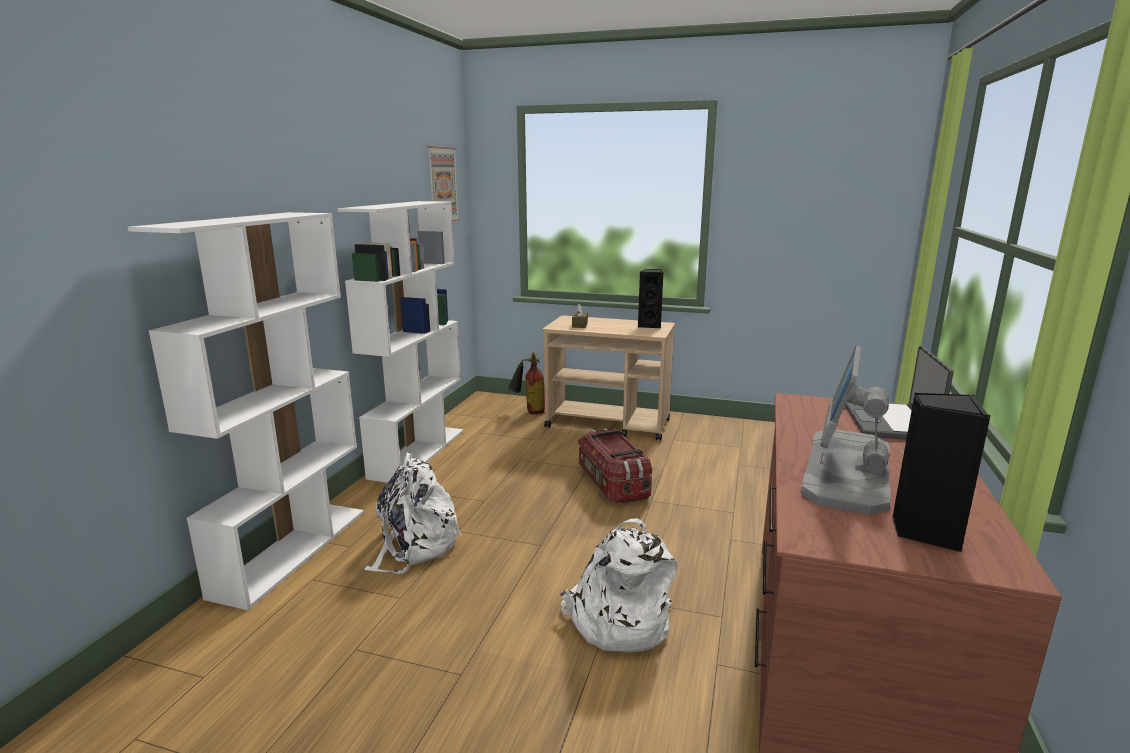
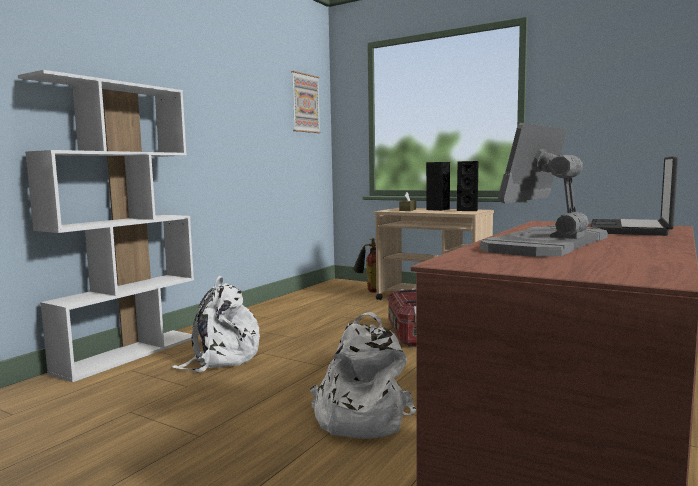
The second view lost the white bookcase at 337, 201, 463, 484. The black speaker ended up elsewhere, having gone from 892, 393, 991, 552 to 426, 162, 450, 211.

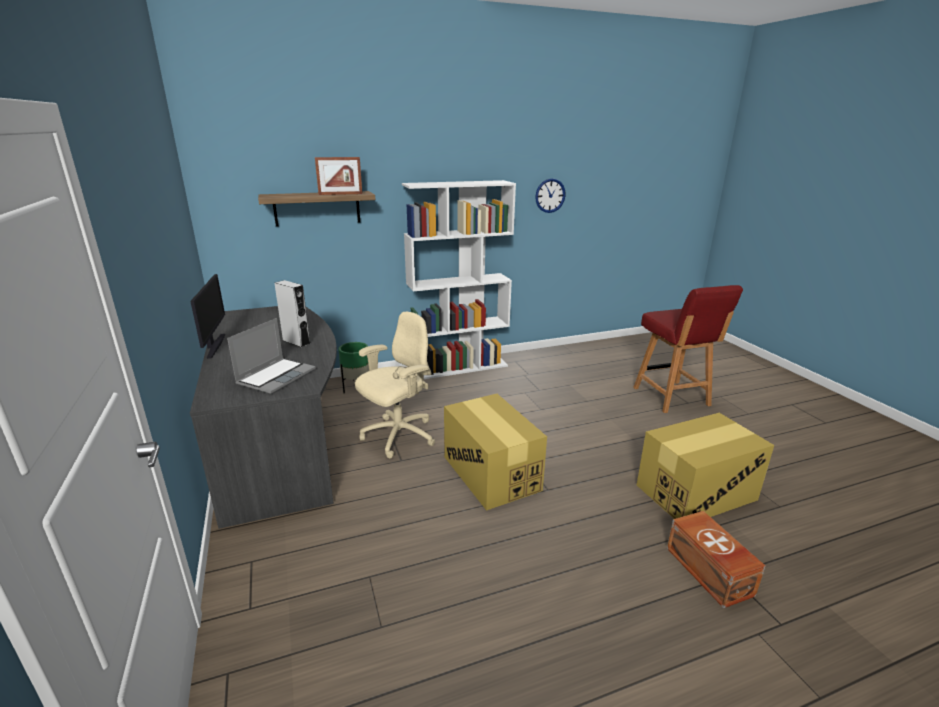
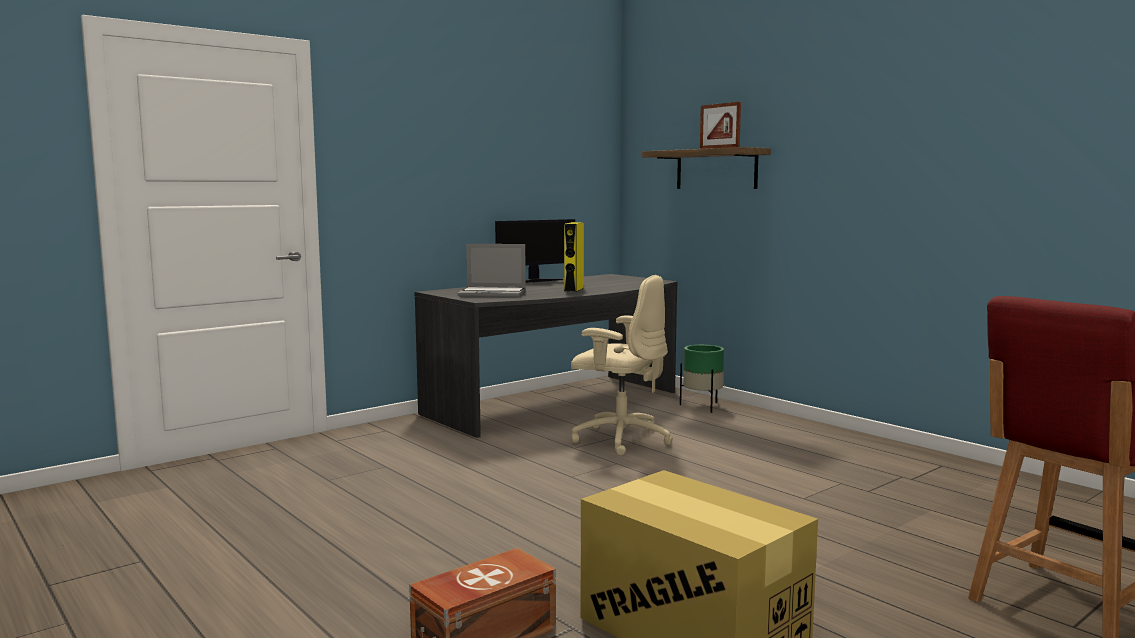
The second view lost the wall clock at 535, 178, 566, 213. The second view lost the white bookcase at 402, 180, 516, 379. What was the grey speaker at 274, 280, 310, 348 turned into the yellow speaker at 564, 222, 584, 292. The second view lost the cardboard box at 444, 394, 547, 511.

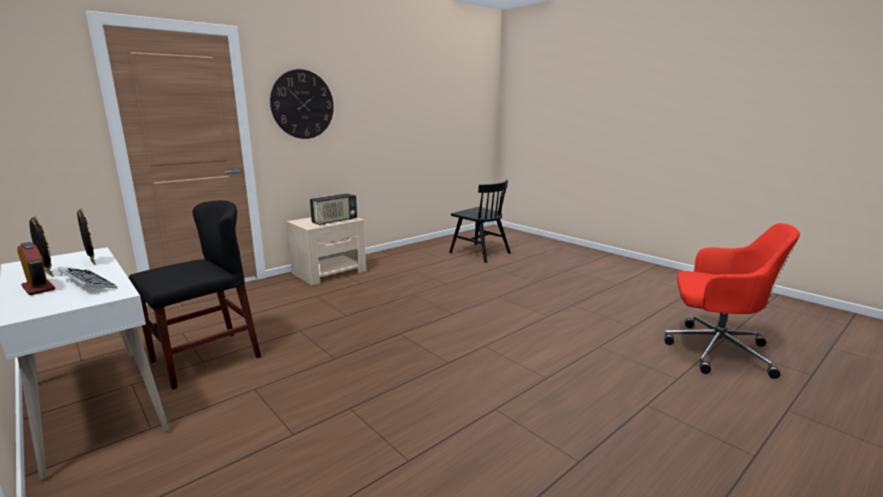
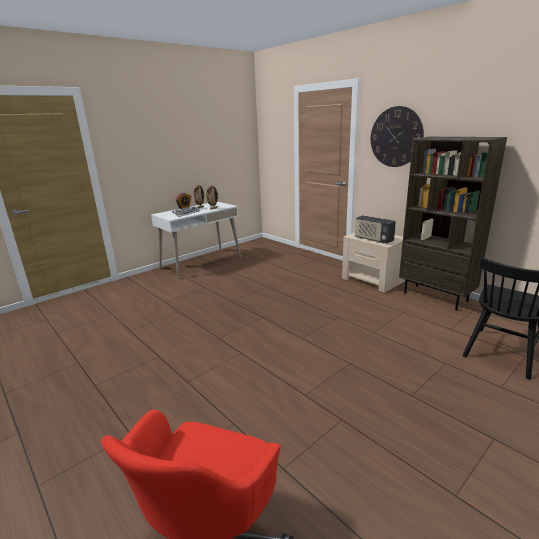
The second view lost the black chair at 129, 200, 261, 390. The second view gained the brown bookcase at 399, 137, 507, 310.

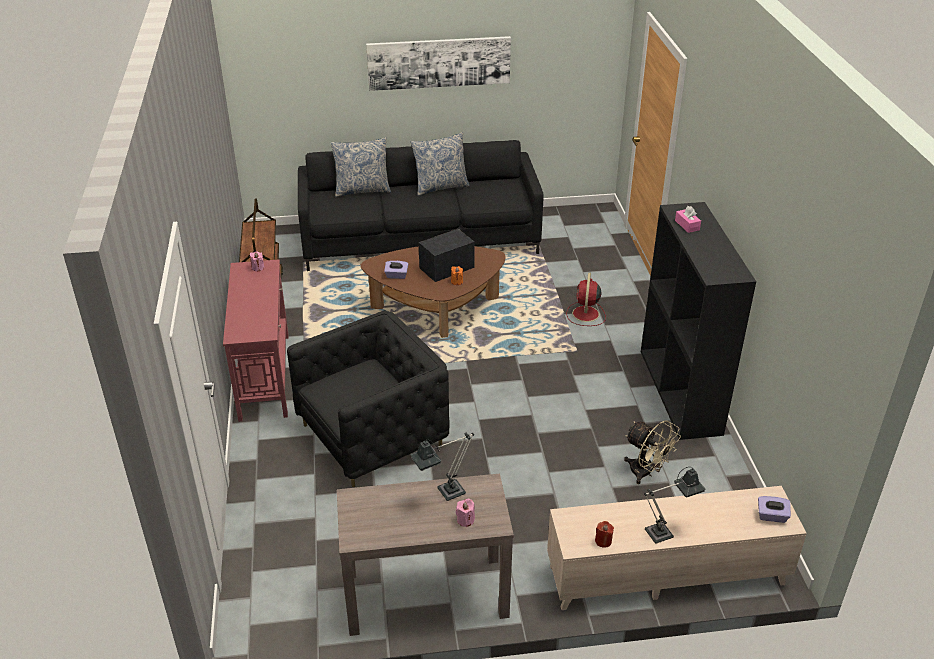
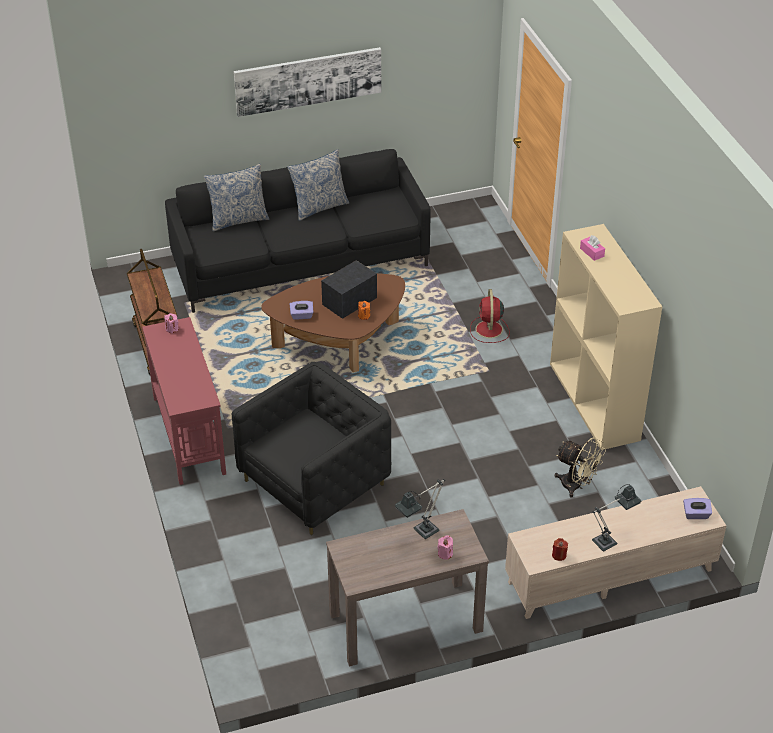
What was the black bookcase at 641, 202, 756, 440 turned into the beige bookcase at 550, 224, 662, 450.

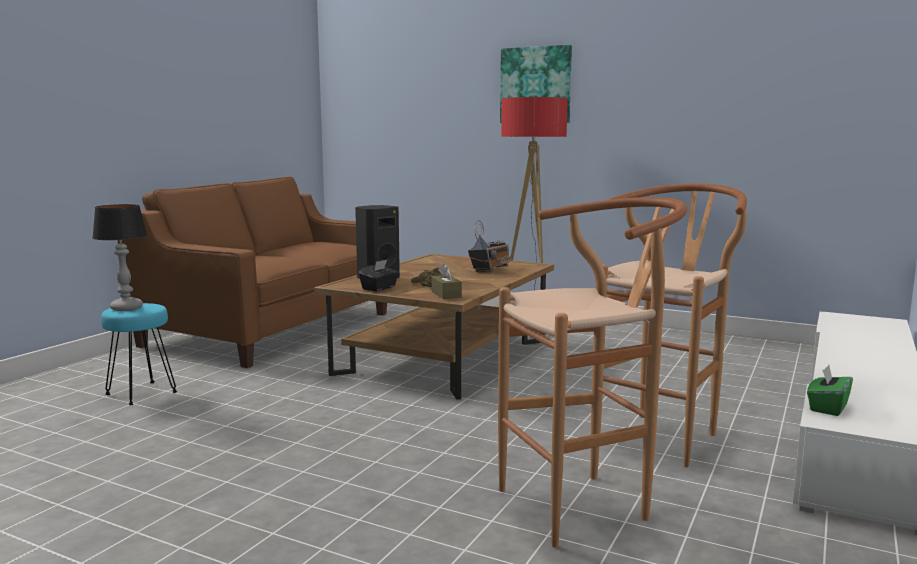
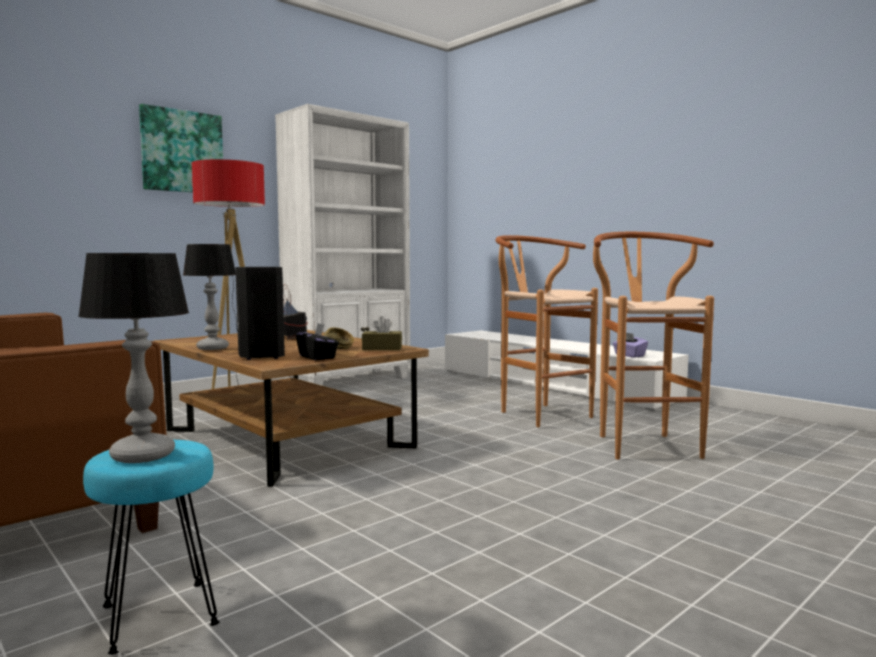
What was the green tissue box at 807, 365, 853, 416 turned into the purple tissue box at 613, 333, 648, 358. The second view gained the white bookcase at 275, 104, 410, 386. The second view gained the table lamp at 183, 244, 236, 350.

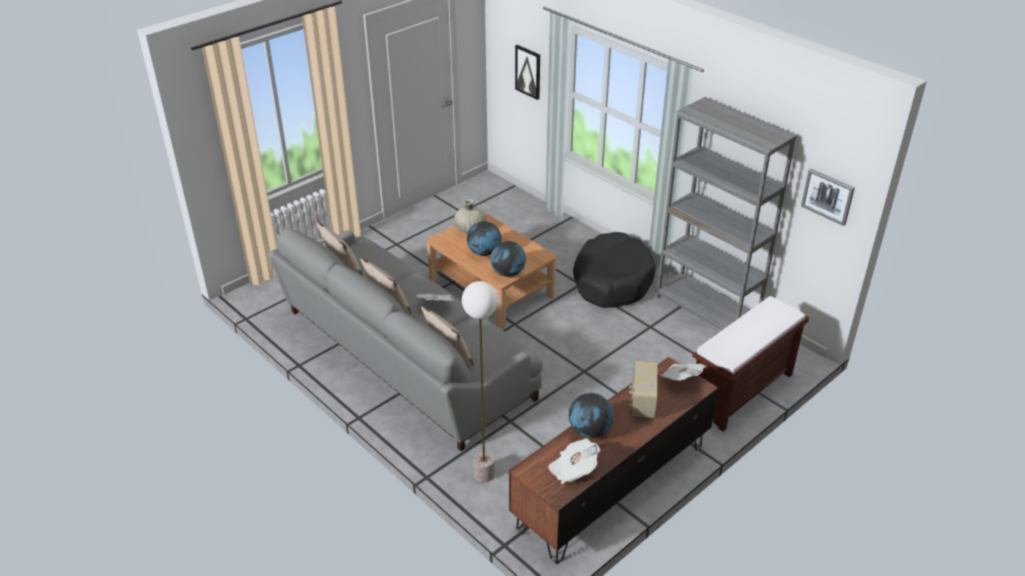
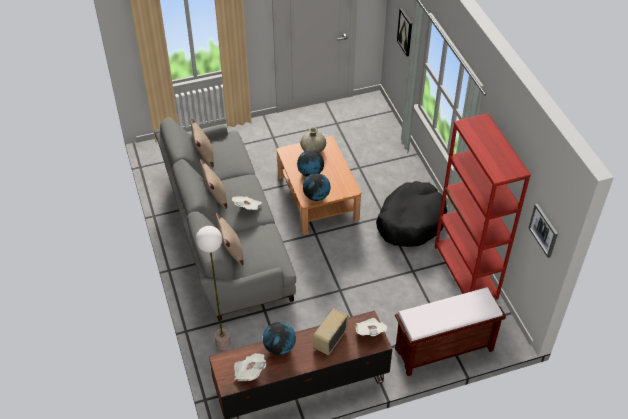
What was the grey bookcase at 656, 97, 797, 330 turned into the red bookcase at 435, 113, 531, 300.

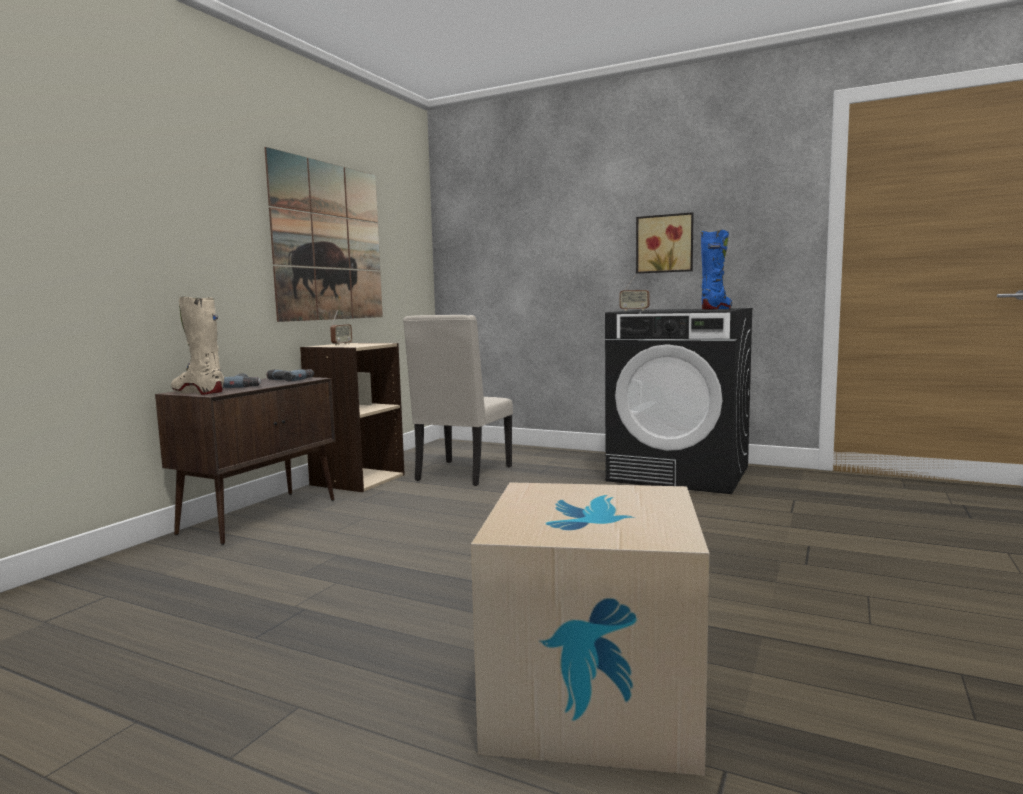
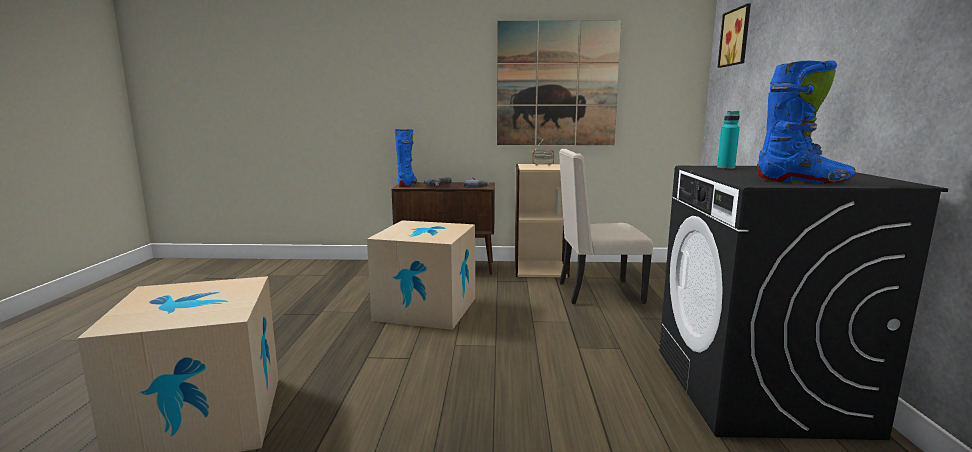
The picture ended up elsewhere, having gone from 636, 212, 694, 274 to 717, 3, 751, 68. Where the radio stood at 620, 275, 649, 311, the turquoise bottle came to stand at 717, 111, 740, 169. What was the beige boot at 171, 297, 224, 395 turned into the blue boot at 395, 129, 417, 187. The second view gained the cardboard box at 367, 220, 475, 330.

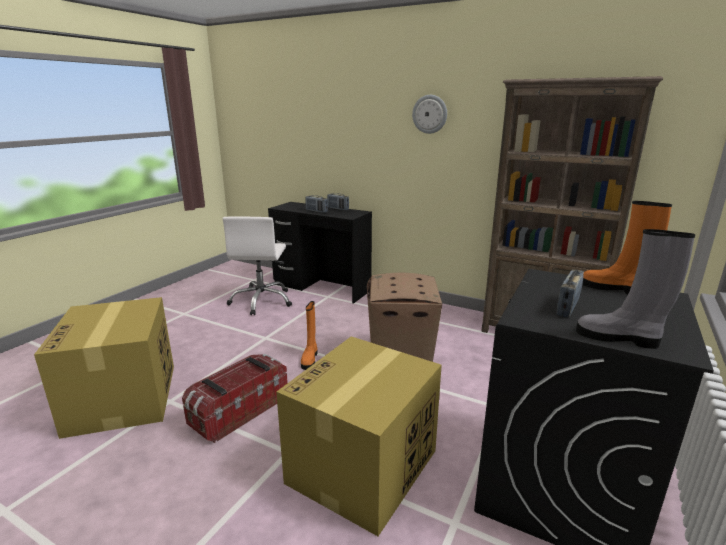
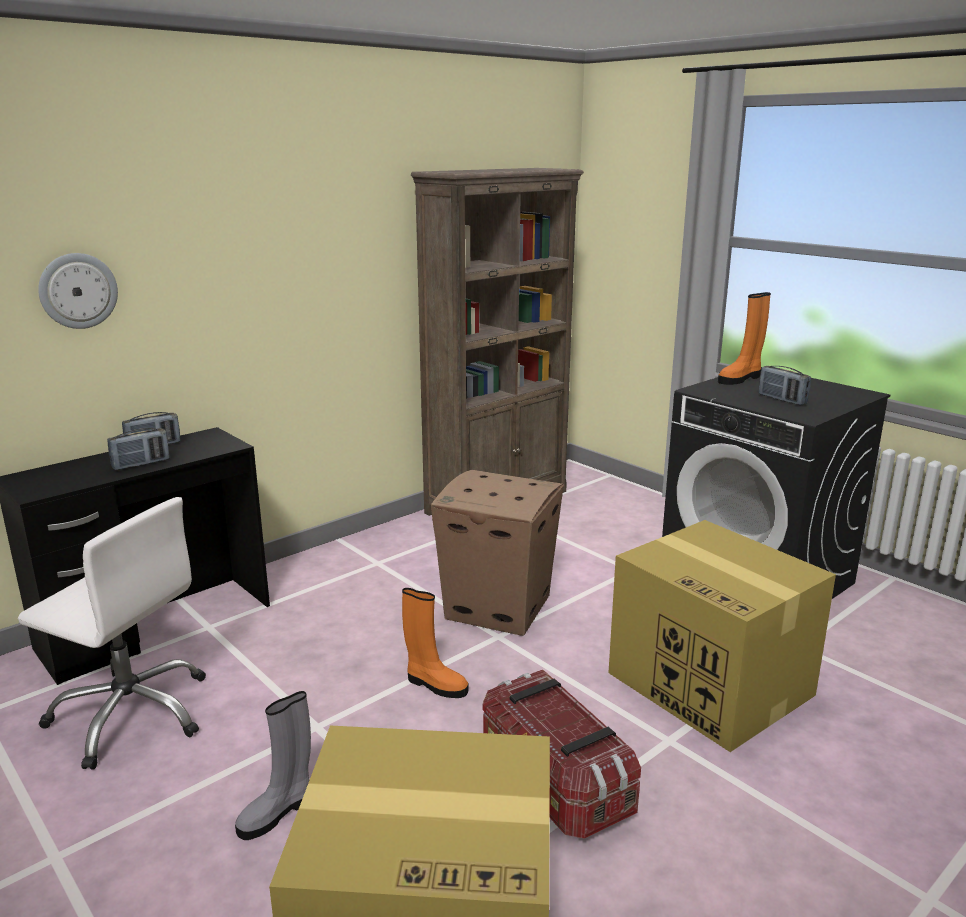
The wall clock ended up elsewhere, having gone from 412, 95, 447, 134 to 38, 253, 118, 329. The grey boot ended up elsewhere, having gone from 576, 229, 695, 349 to 235, 691, 311, 840.

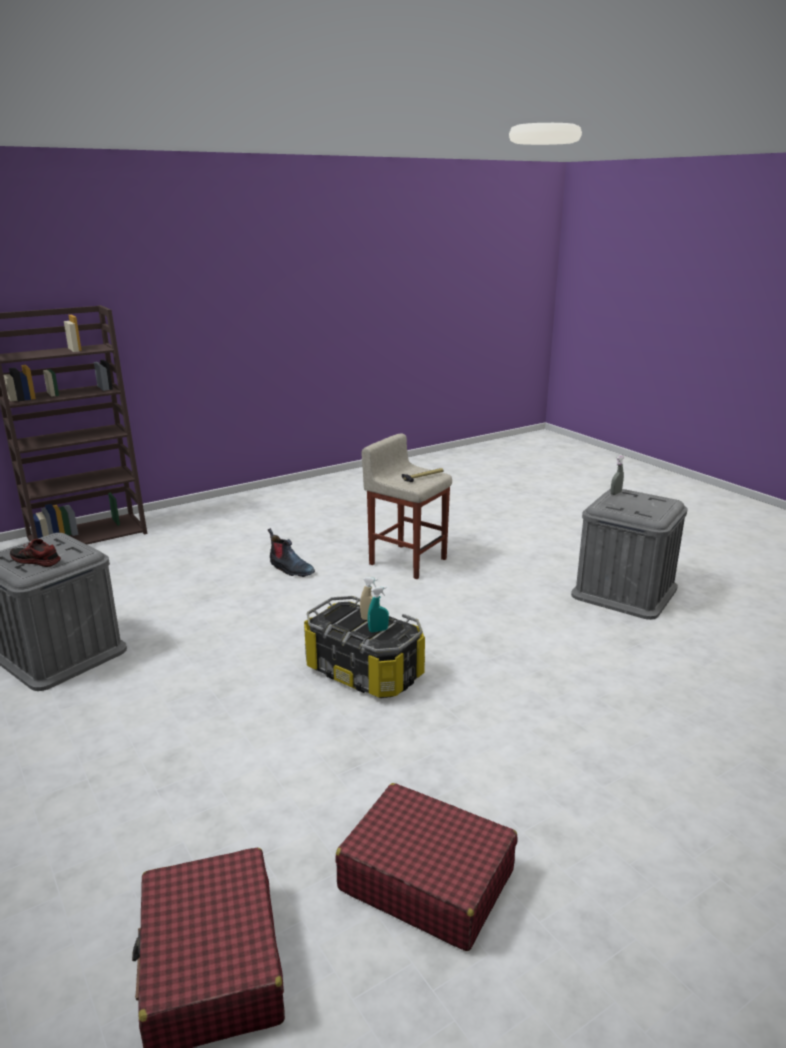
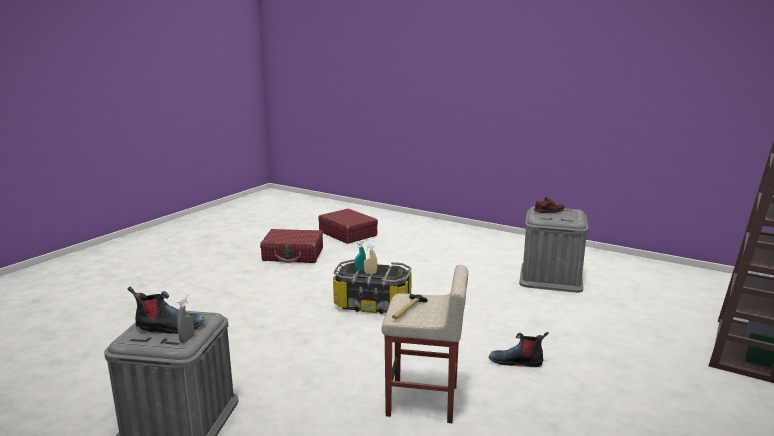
The second view gained the boot at 128, 286, 204, 334.

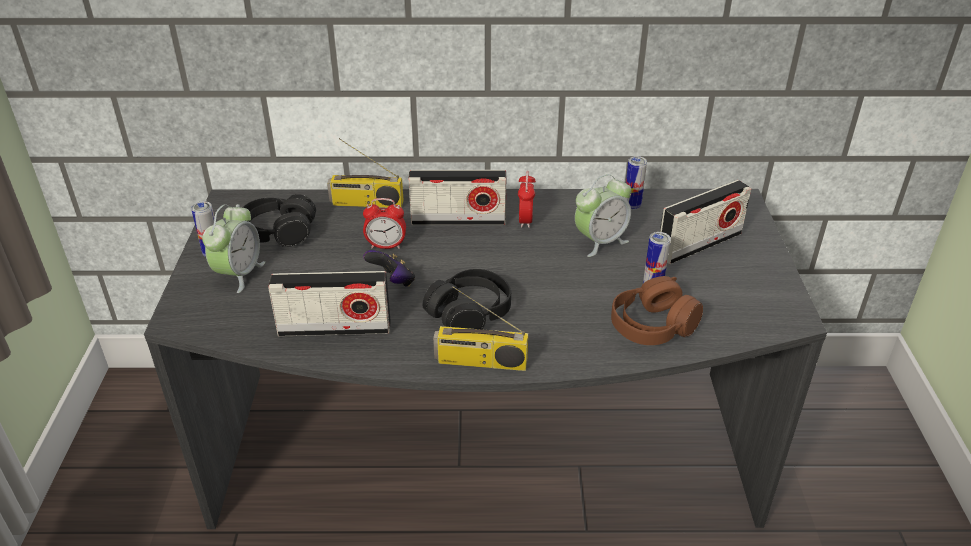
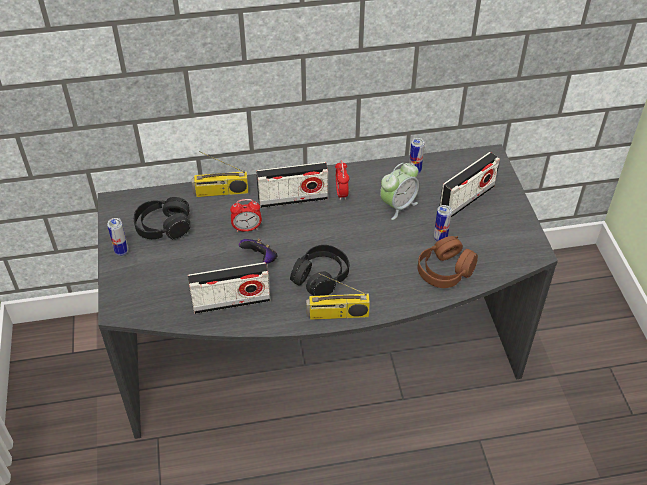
The second view lost the alarm clock at 202, 204, 265, 293.

